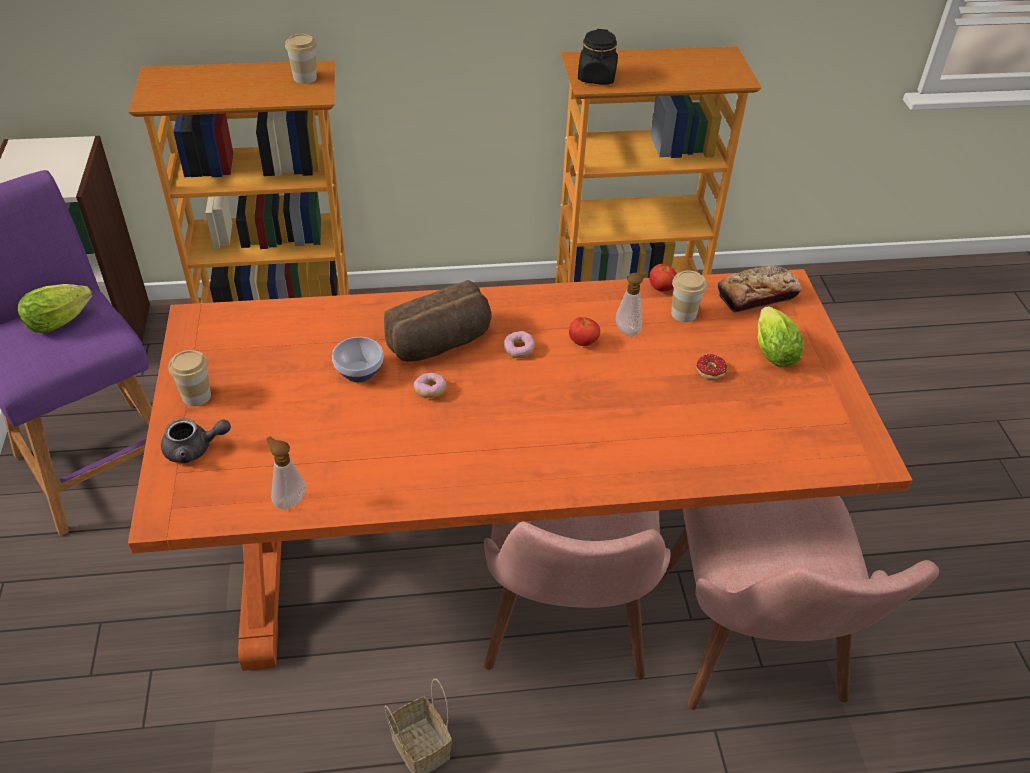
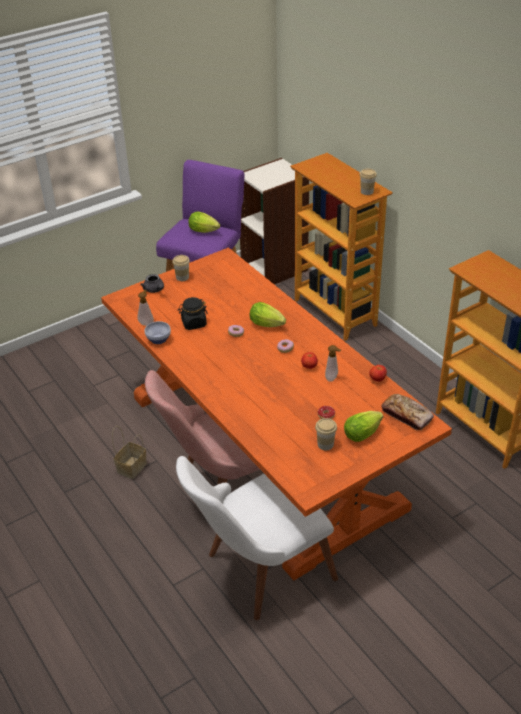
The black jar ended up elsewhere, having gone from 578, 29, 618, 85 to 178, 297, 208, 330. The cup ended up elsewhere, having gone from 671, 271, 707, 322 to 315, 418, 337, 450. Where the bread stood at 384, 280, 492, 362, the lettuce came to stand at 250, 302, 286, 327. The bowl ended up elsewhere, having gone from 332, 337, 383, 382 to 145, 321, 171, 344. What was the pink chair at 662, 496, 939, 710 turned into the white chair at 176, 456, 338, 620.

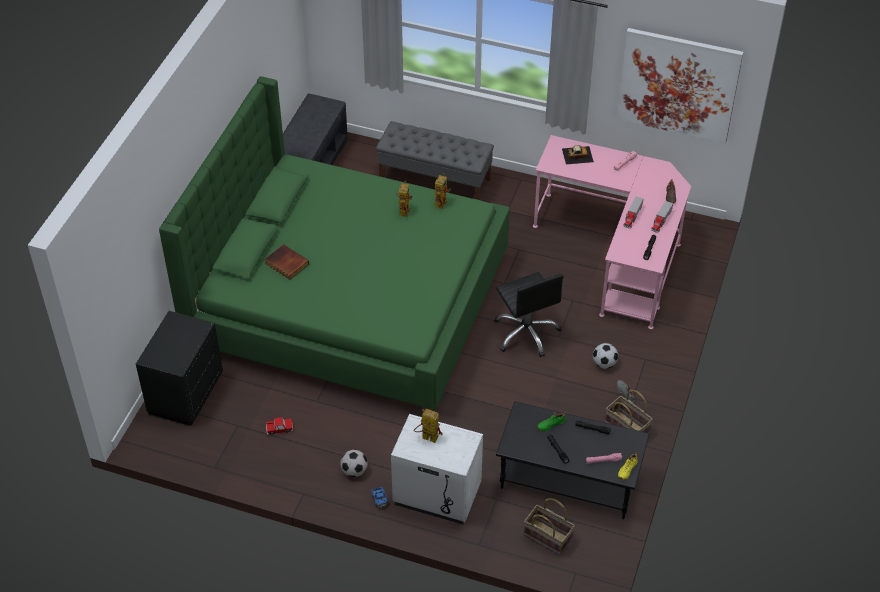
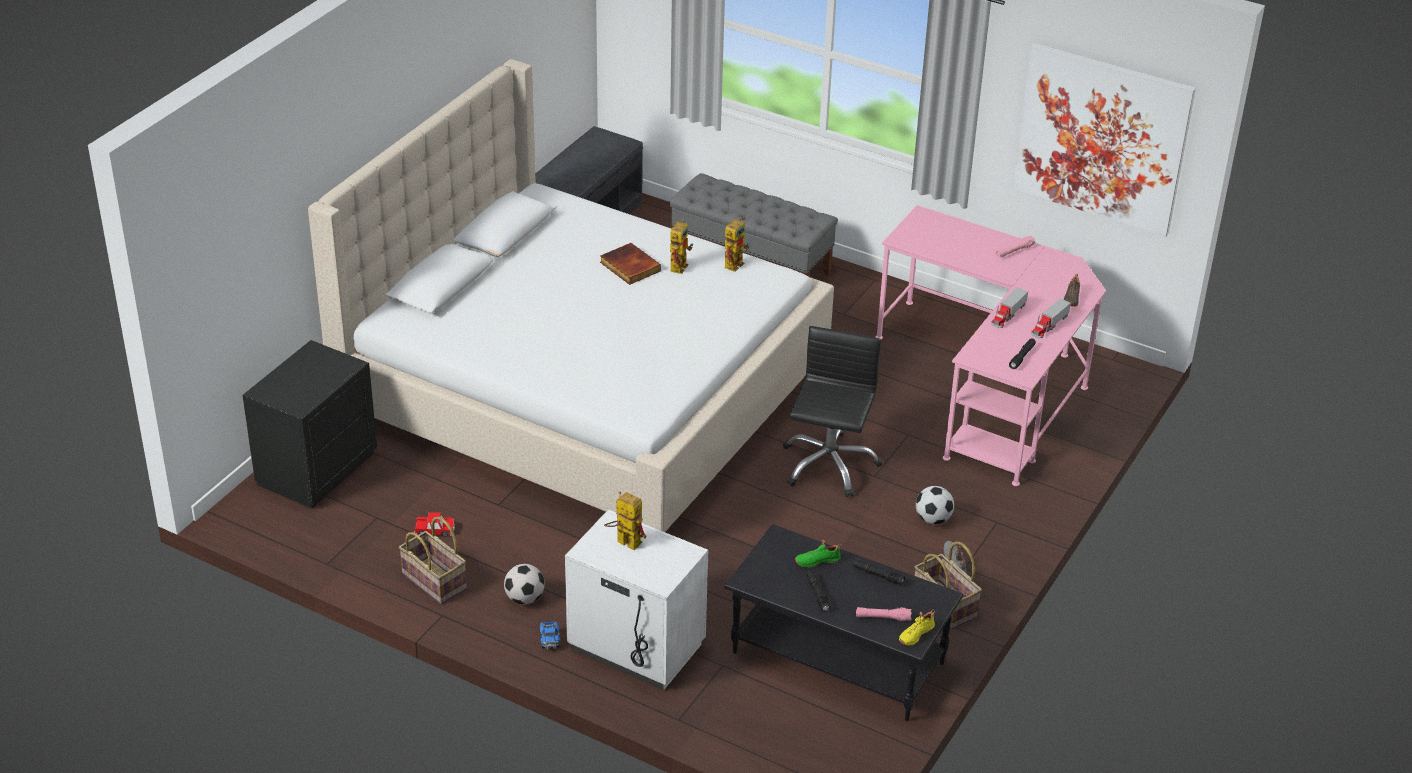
What was the green bed at 159, 76, 510, 411 turned into the beige bed at 308, 59, 834, 532. The second view lost the toy car at 562, 145, 594, 164. The book ended up elsewhere, having gone from 264, 244, 309, 280 to 600, 243, 661, 285. The black office chair at 494, 272, 564, 357 ended up facing another way, 150 degrees counterclockwise from before. The basket ended up elsewhere, having gone from 524, 498, 575, 556 to 399, 517, 467, 604.

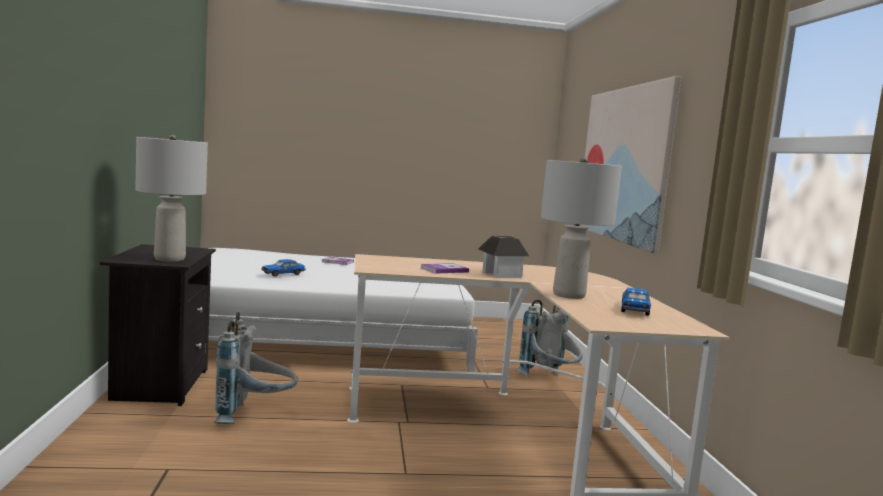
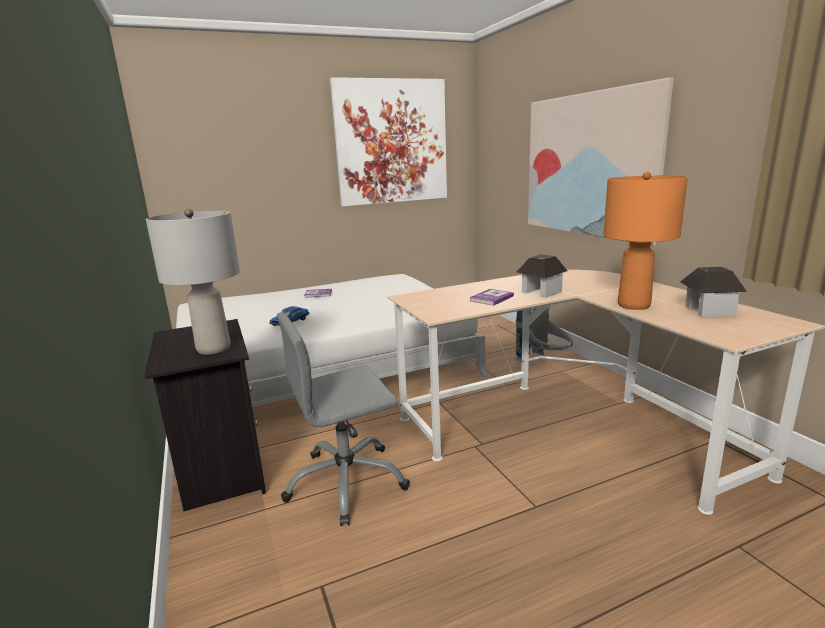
What was the grey table lamp at 541, 157, 622, 299 turned into the orange table lamp at 603, 172, 688, 310. Where the toy car stood at 621, 288, 651, 316, the toy house came to stand at 680, 267, 747, 317. Where the grey backpack stood at 214, 312, 298, 424, the grey office chair came to stand at 277, 313, 410, 526. The second view gained the picture at 330, 77, 447, 206.

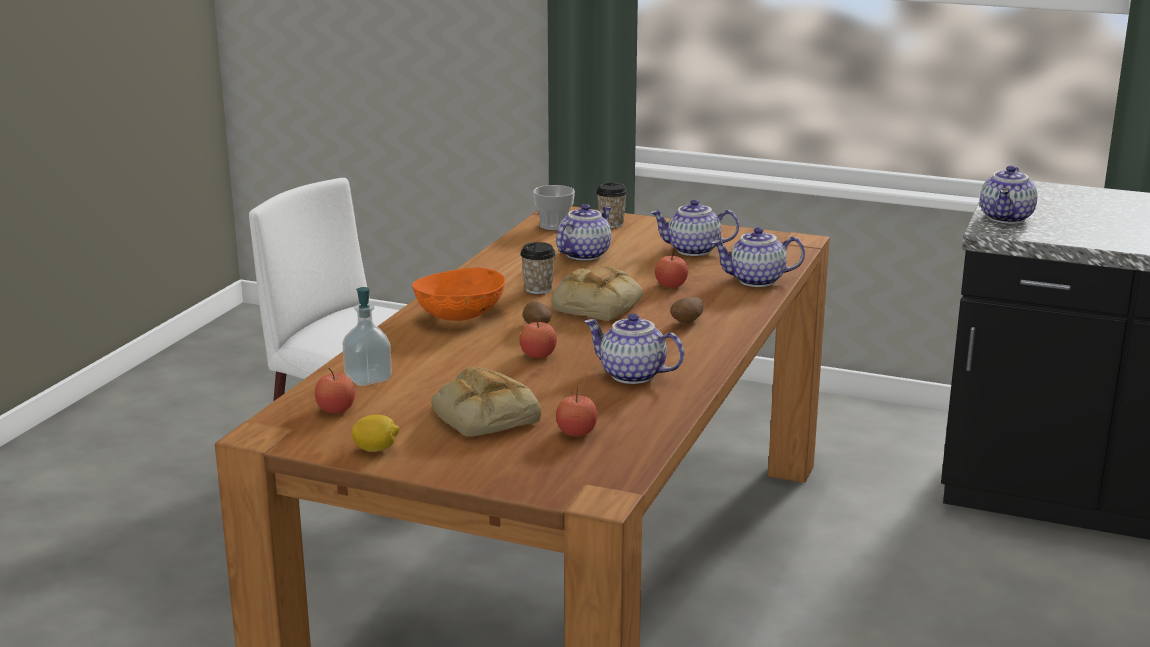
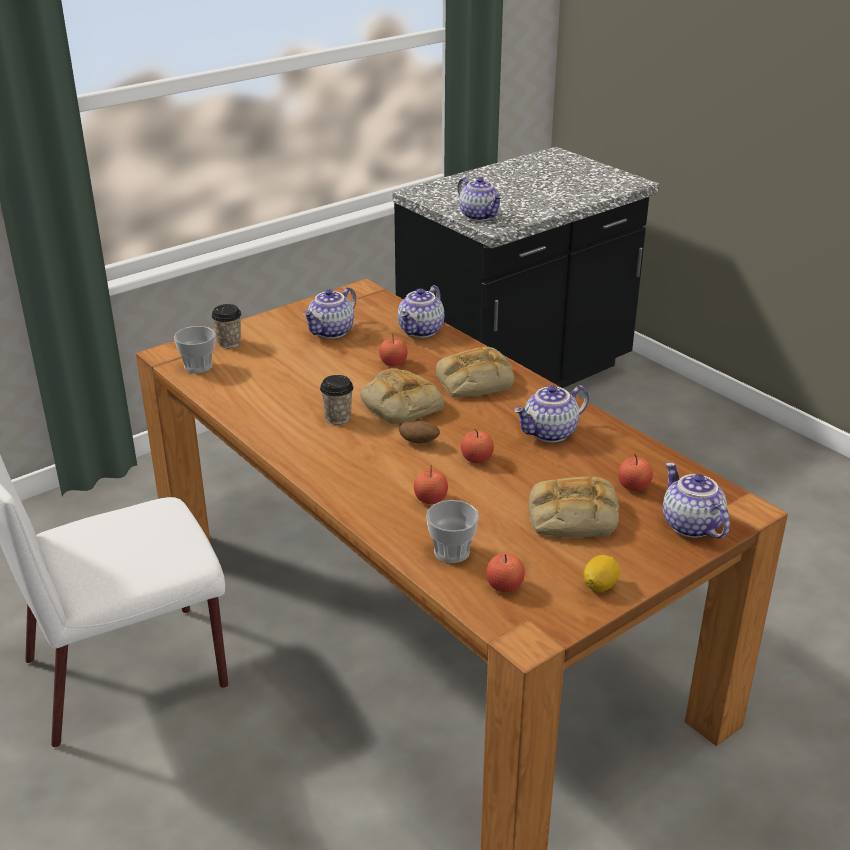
The teapot ended up elsewhere, having gone from 556, 204, 612, 261 to 663, 462, 730, 538. The second view lost the orange bowl at 412, 267, 505, 321. Where the soap dispenser stood at 343, 287, 392, 386, the cup came to stand at 426, 500, 479, 563. Where the potato stood at 670, 297, 703, 324, the bread came to stand at 436, 347, 514, 397. The second view gained the apple at 414, 465, 448, 504.

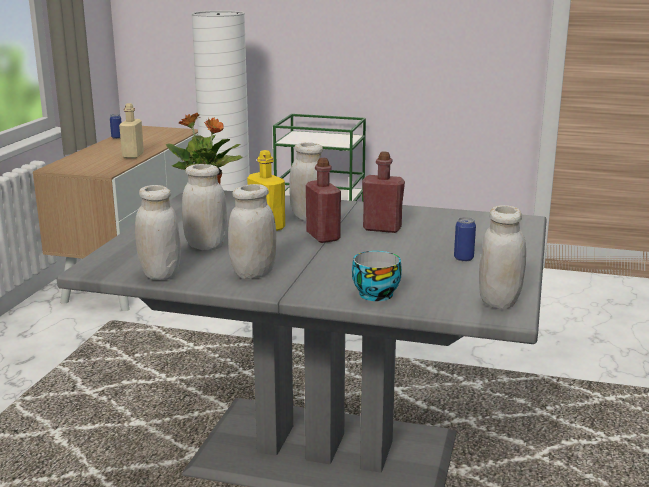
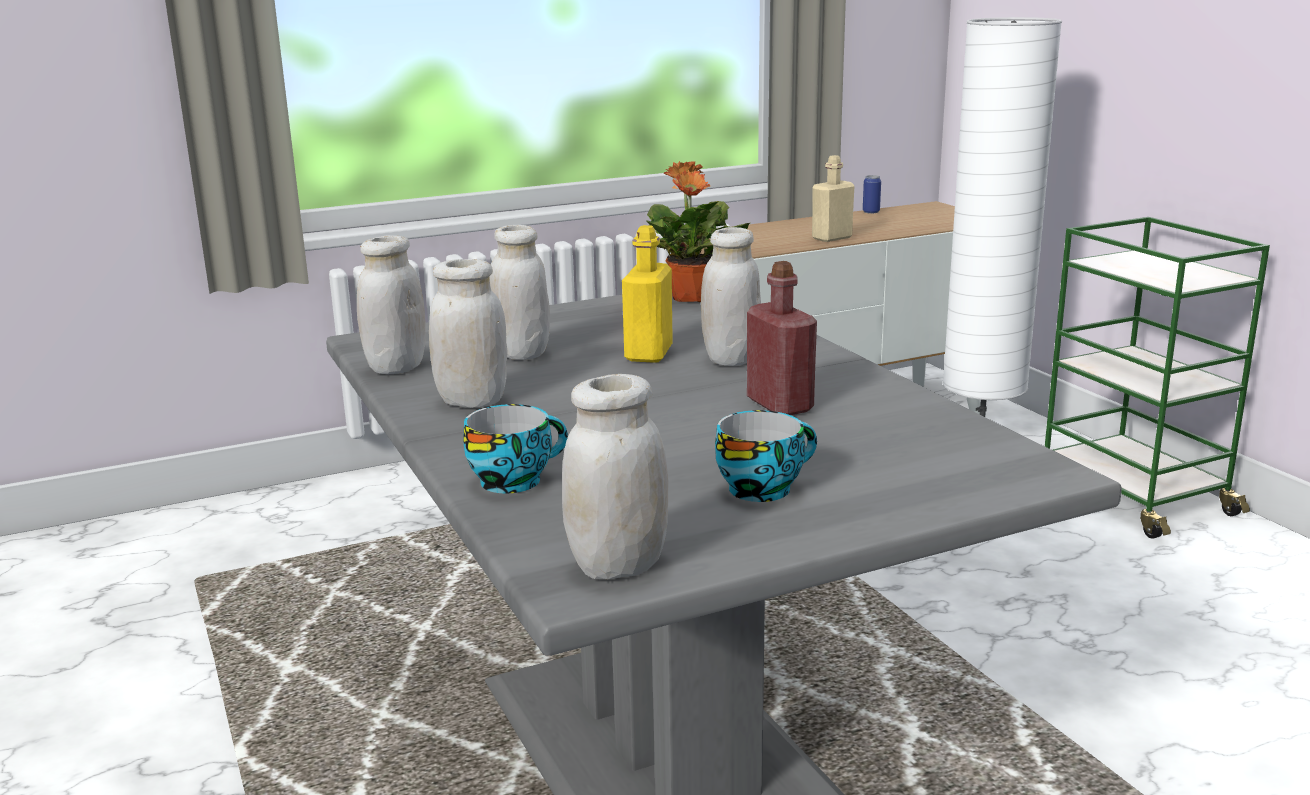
The second view lost the red bottle at 306, 158, 341, 243. Where the can stood at 454, 217, 476, 262, the cup came to stand at 715, 410, 817, 502.

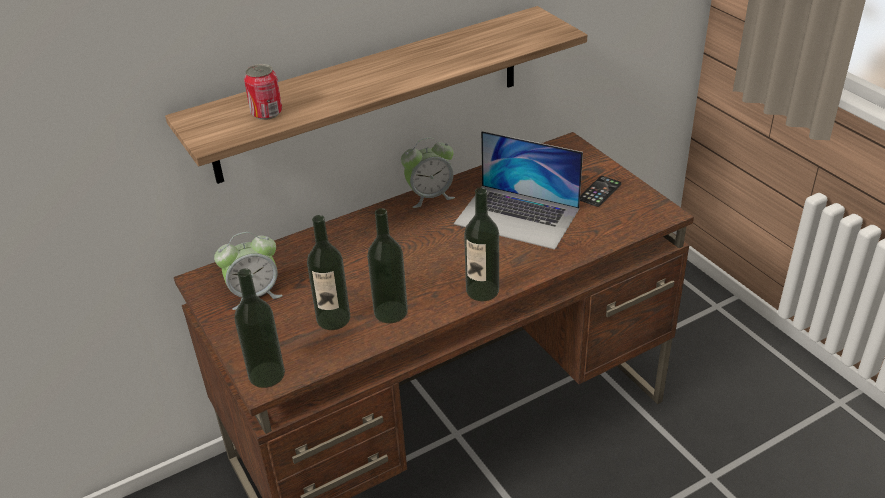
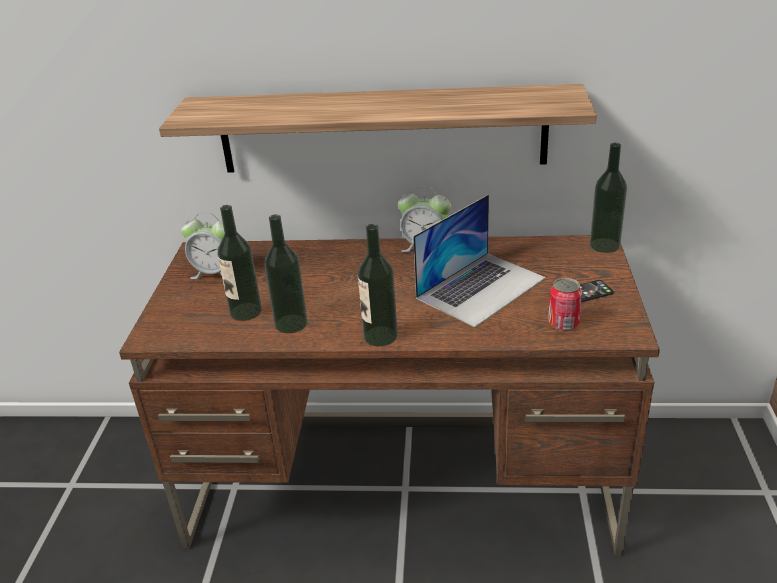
The can ended up elsewhere, having gone from 244, 64, 282, 120 to 548, 278, 582, 331. The laptop at 454, 131, 583, 250 ended up facing another way, 105 degrees counterclockwise from before. The bottle ended up elsewhere, having gone from 235, 268, 285, 388 to 590, 143, 627, 253.

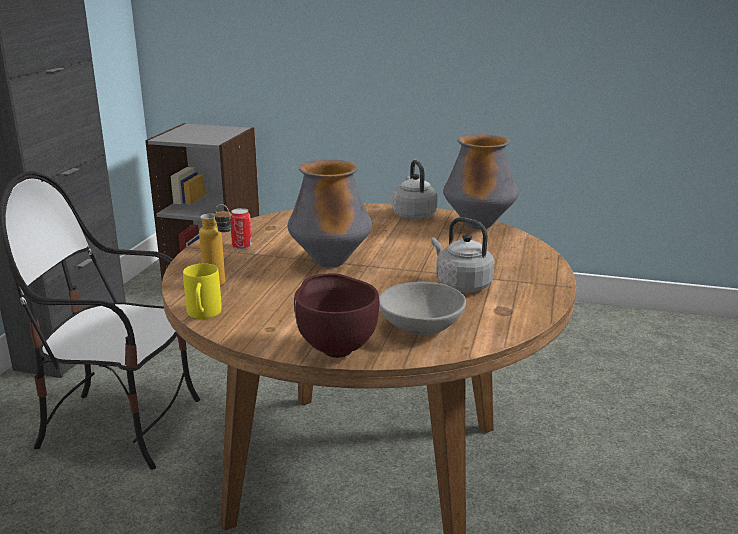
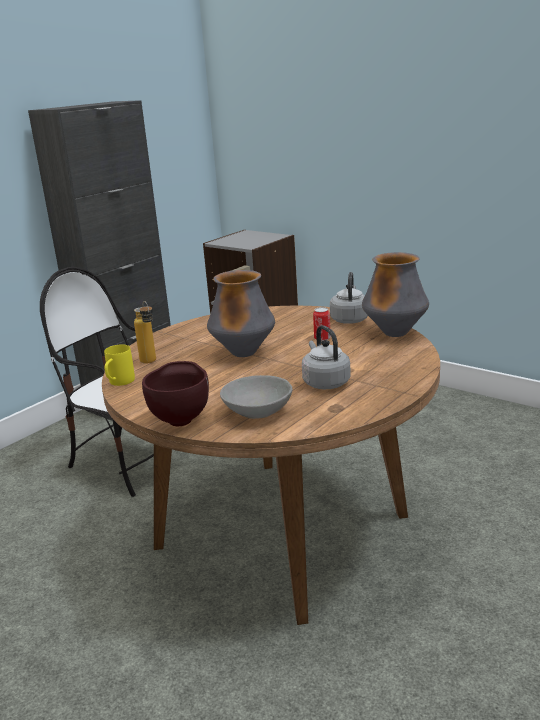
The can ended up elsewhere, having gone from 230, 208, 252, 249 to 313, 307, 331, 341.

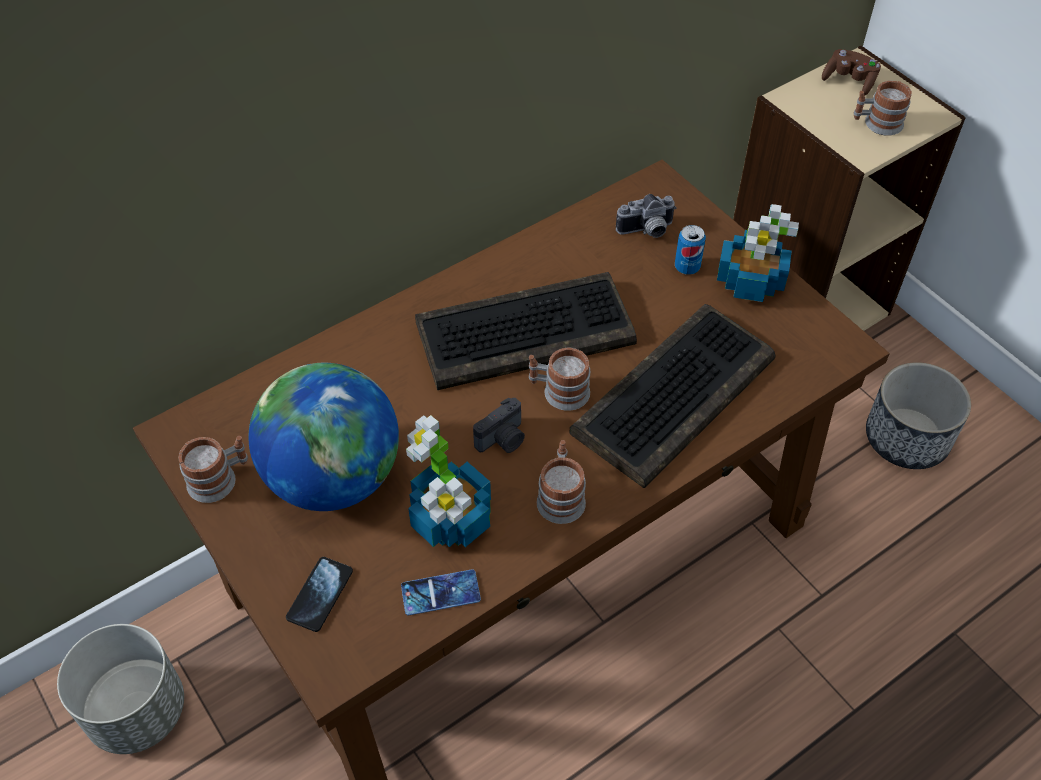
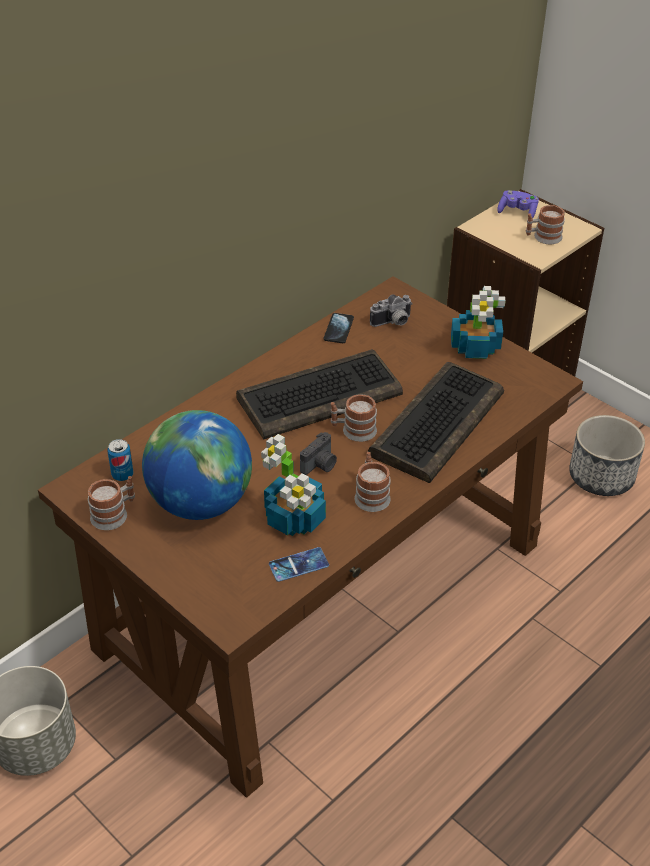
What was the brown game controller at 822, 49, 881, 95 turned into the purple game controller at 497, 190, 539, 218. The can ended up elsewhere, having gone from 675, 225, 706, 275 to 107, 439, 133, 481. The phone ended up elsewhere, having gone from 286, 557, 353, 632 to 323, 313, 354, 343.

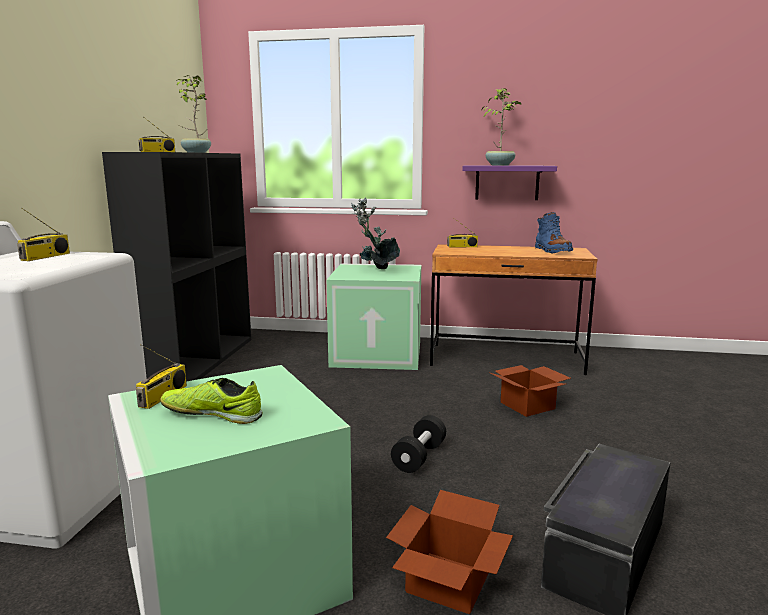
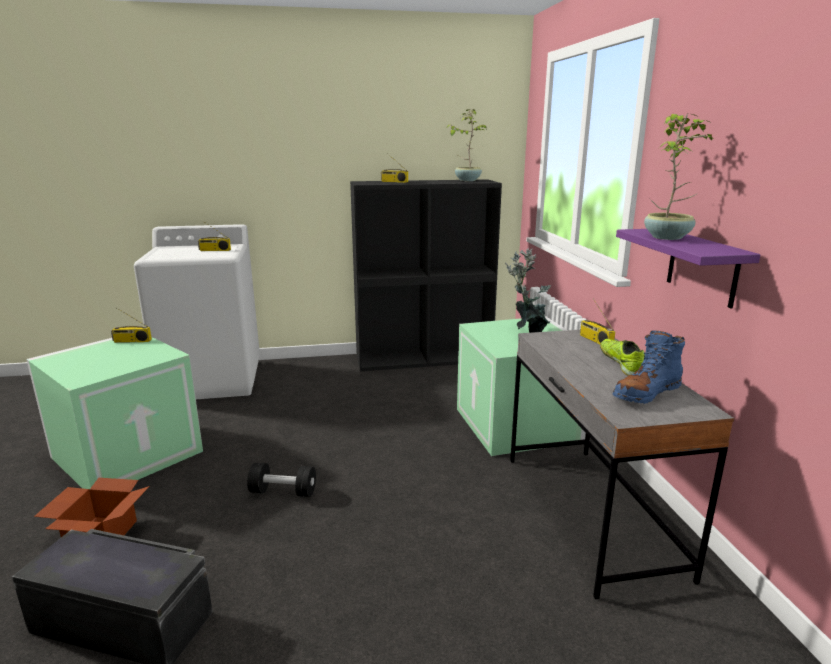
What was the brown desk at 430, 244, 598, 375 turned into the grey desk at 510, 330, 734, 599. The second view lost the cardboard box at 490, 365, 571, 417. The shoe ended up elsewhere, having gone from 161, 378, 262, 424 to 600, 339, 645, 376.

